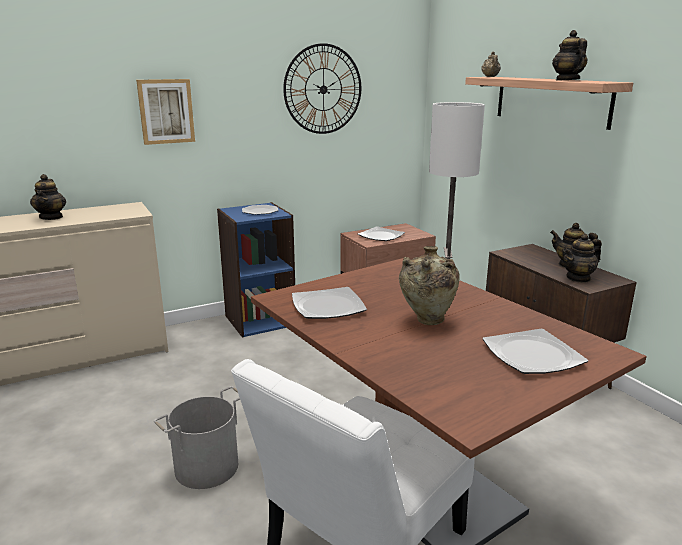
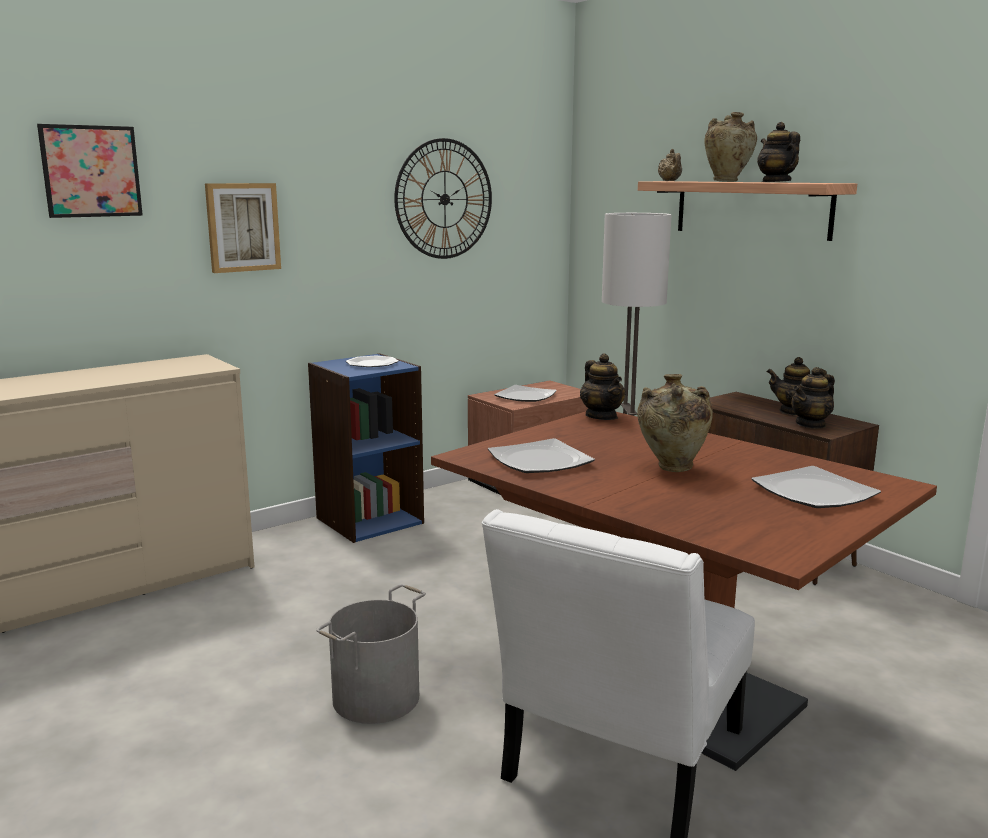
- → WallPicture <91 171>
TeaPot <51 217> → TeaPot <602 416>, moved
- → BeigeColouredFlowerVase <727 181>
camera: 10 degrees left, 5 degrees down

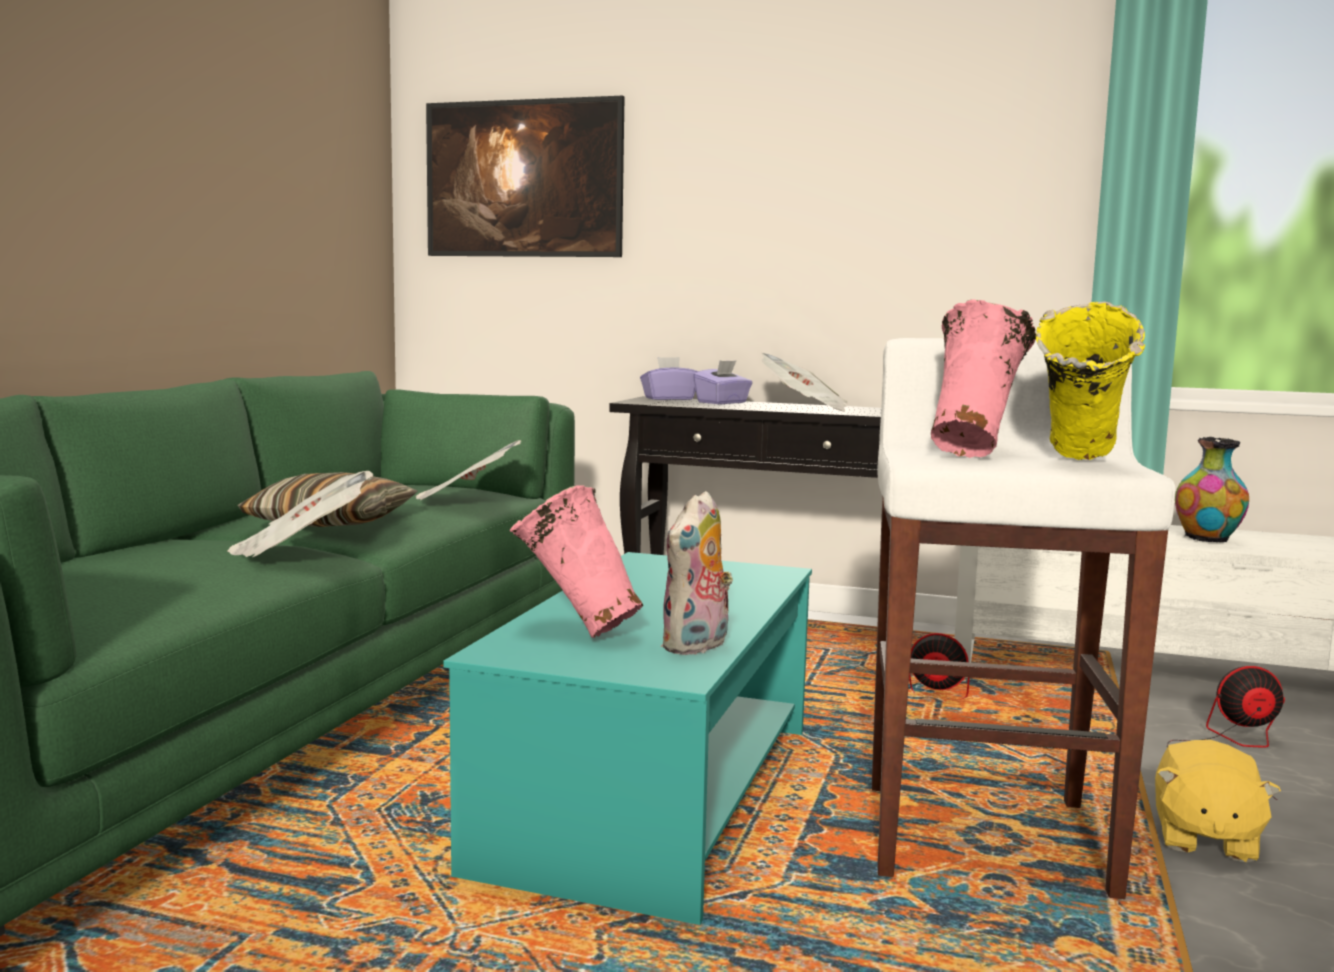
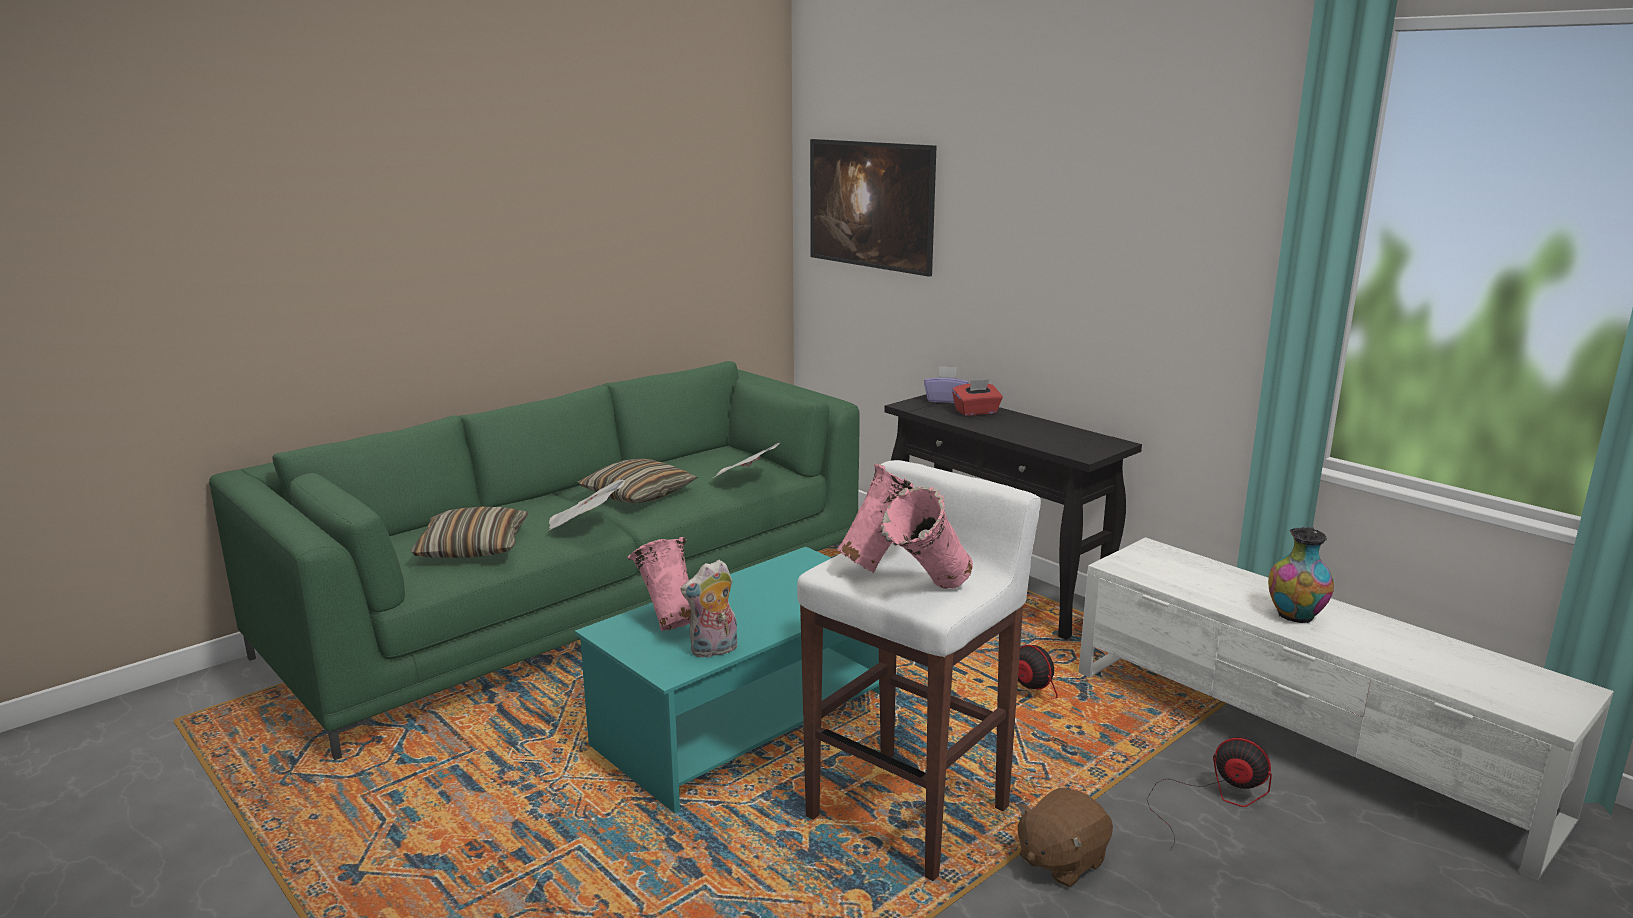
- → Pillow <473 547>
YellowFlowerVase <1080 463> → PinkFlowerVase <925 593>
PurpleBoxOfTissues <722 403> → RedColouredBoxOfTissues <976 412>
YellowSoftToy <1204 839> → BrownishSoftToy <1060 860>
DailyPaper <805 408> → -
camera: 30 degrees right, 10 degrees up

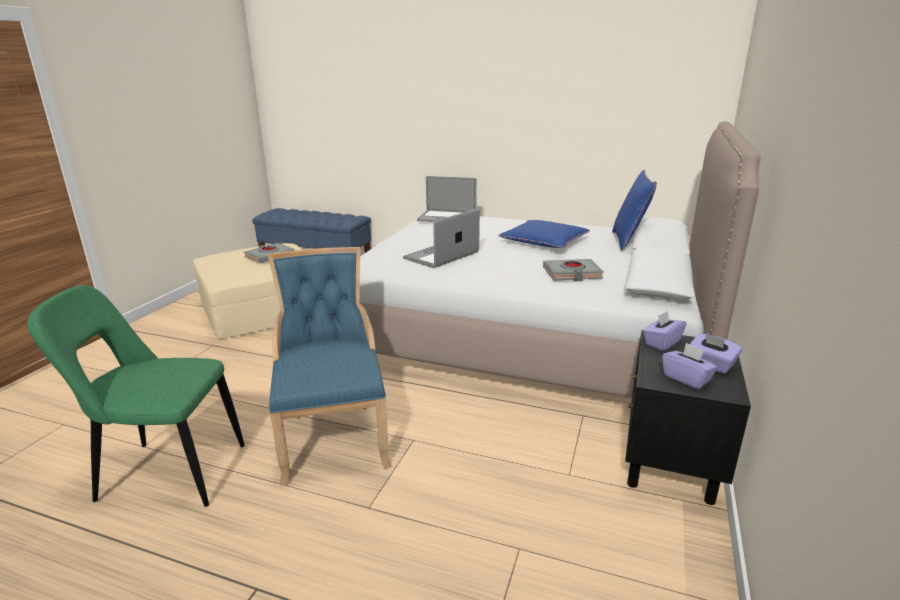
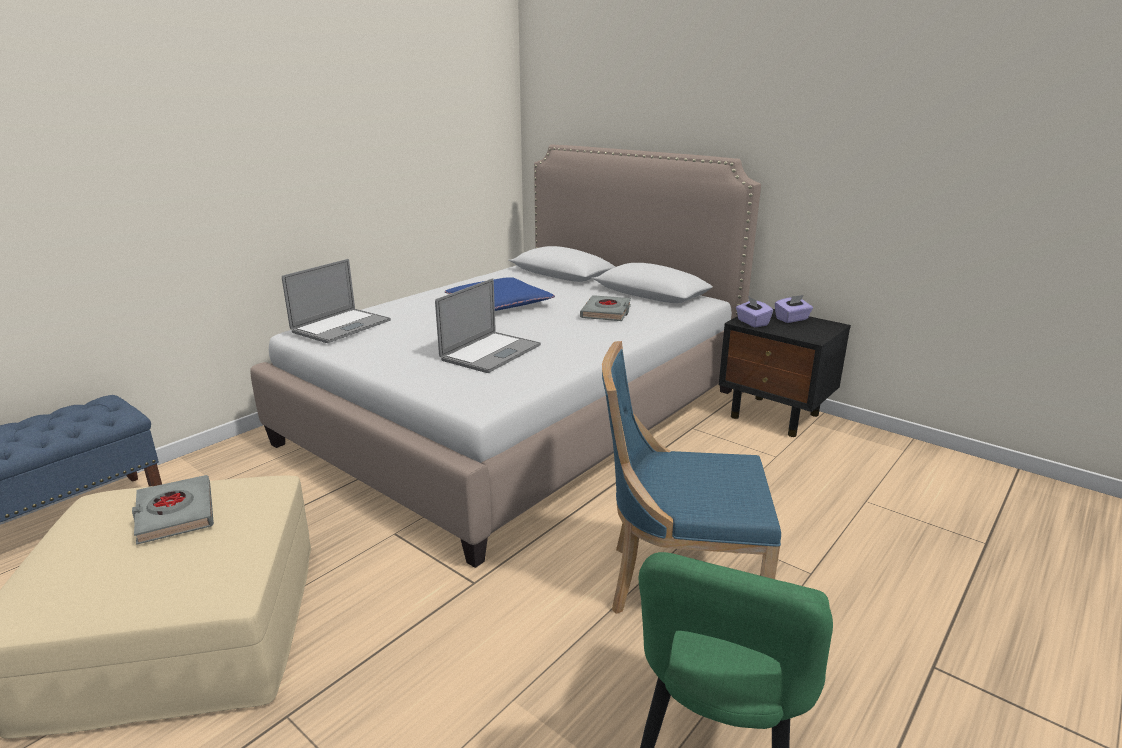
PortableComputer <441 255> → PortableComputer <491 352>, 120 degrees counterclockwise
BluishPillow <628 241> → -
PurpleBoxOfTissues <686 378> → -
camera: 70 degrees left, 0 degrees up

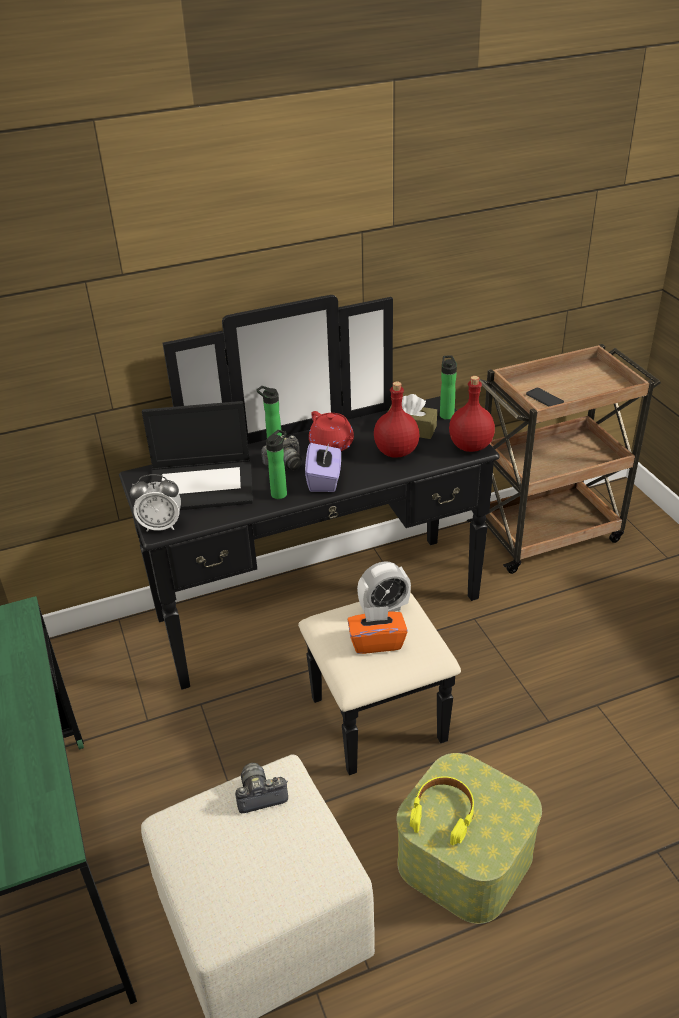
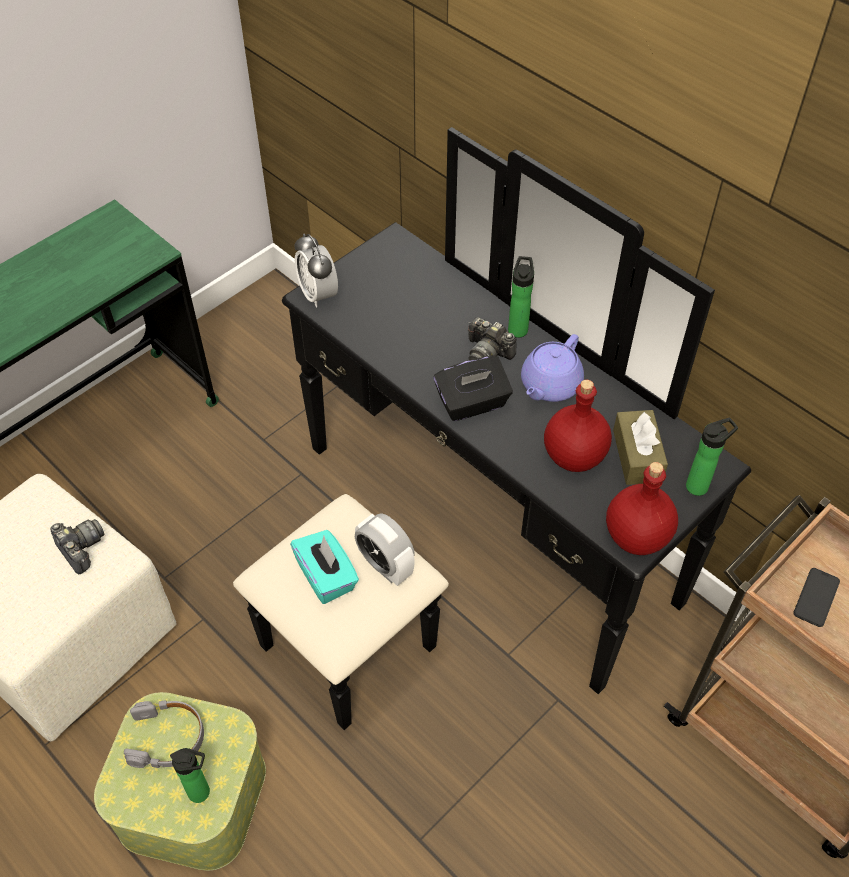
YellowPairOfHeadphones <443 813> → GrayPairOfHeadphones <167 738>
DrinkBottle <280 493> → DrinkBottle <202 793>, moved
OrangeBoxOfTissues <377 642> → BlueGreenBoxOfTissues <327 577>
PurpleBoxOfTissues <324 480> → BlackColouredBoxOfTissues <472 403>
RedColouredTeaPot <332 445> → PurpleTeaPot <549 385>
PortableComputer <202 485> → -
camera: 65 degrees right, 15 degrees up

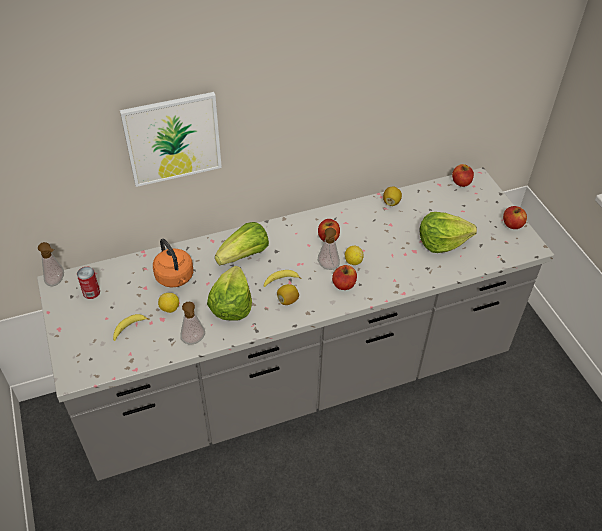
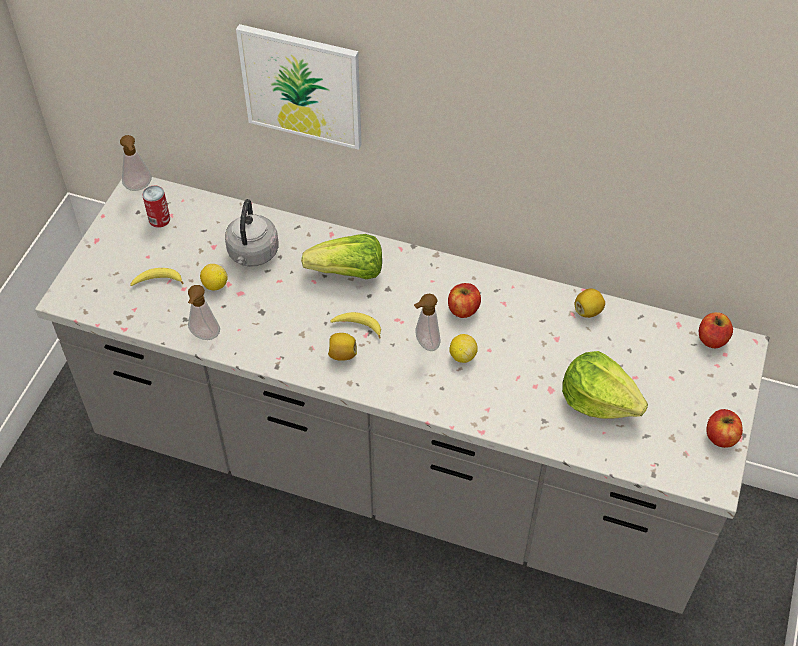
OrangeWaterKettle <175 278> → GrayWaterKettle <252 254>
Lettuce <231 305> → -
Apple <344 284> → -
camera: 40 degrees right, 5 degrees up

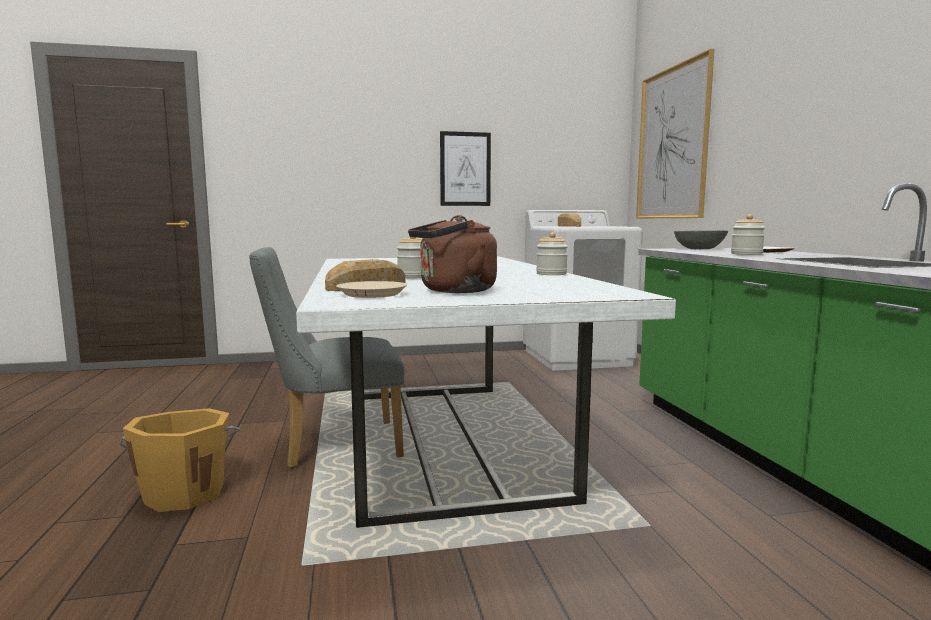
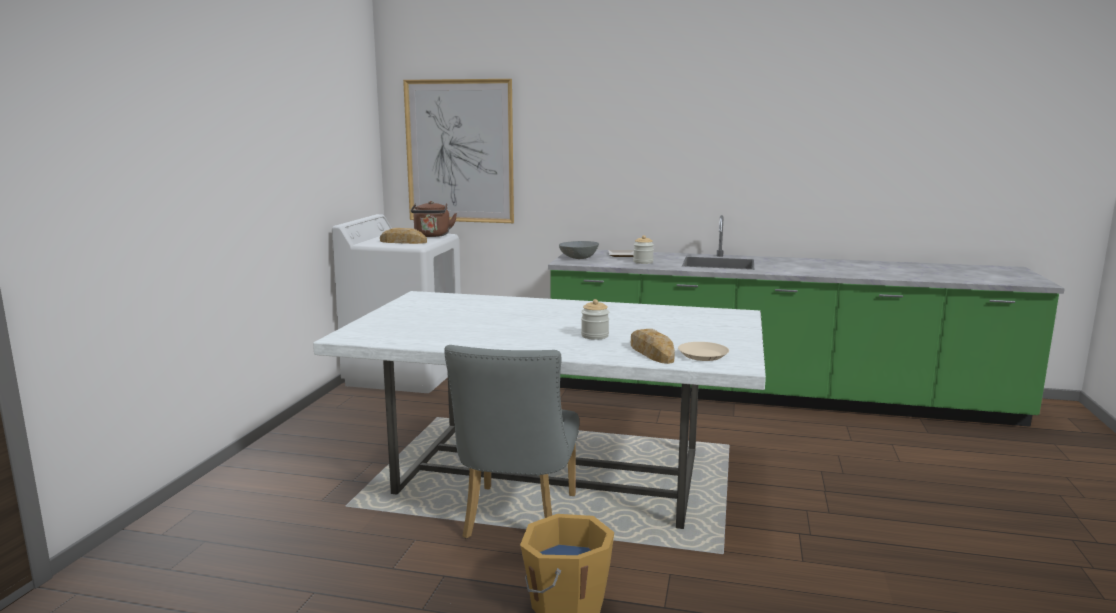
BrownishWaterKettle <453 291> → BrownishWaterKettle <432 236>, moved
WallPicture <465 169> → -
Jar <551 274> → -
camera: 65 degrees left, 5 degrees up

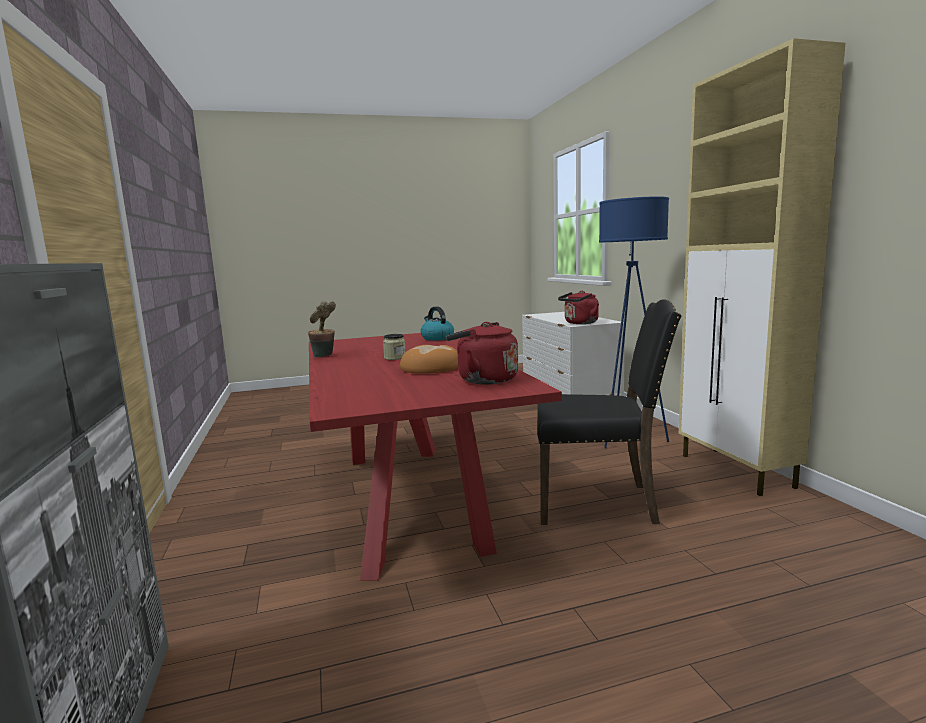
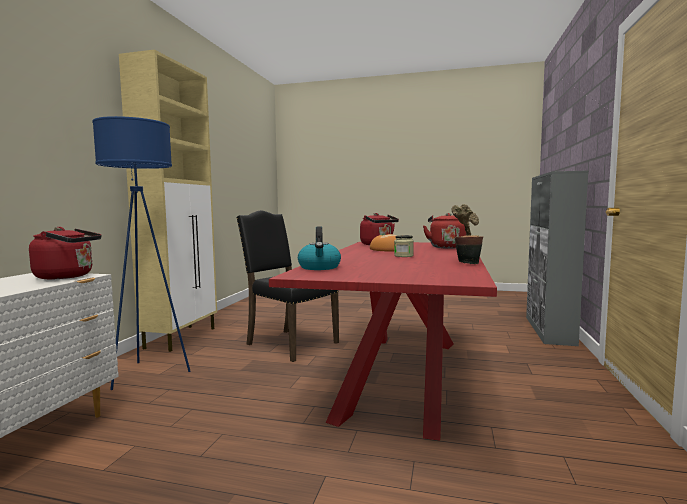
- → RedColouredWaterKettle <446 247>
camera: 150 degrees left, 5 degrees down

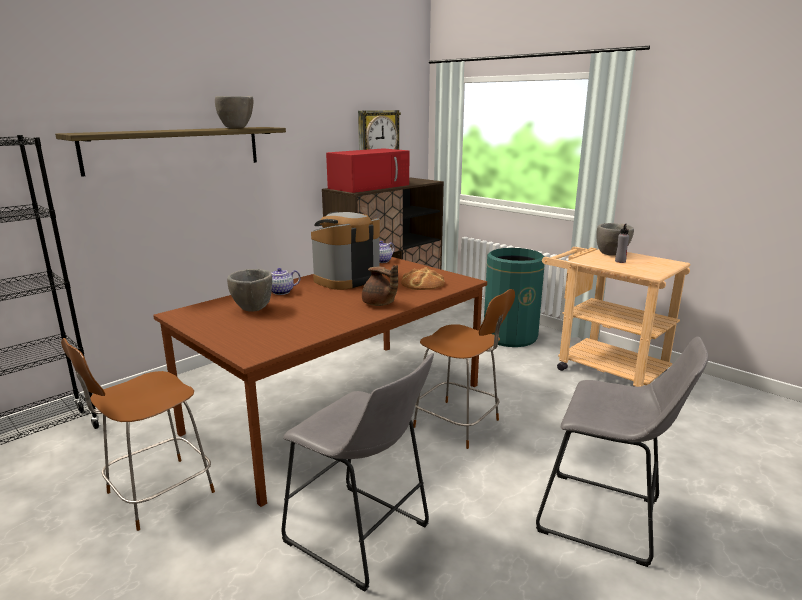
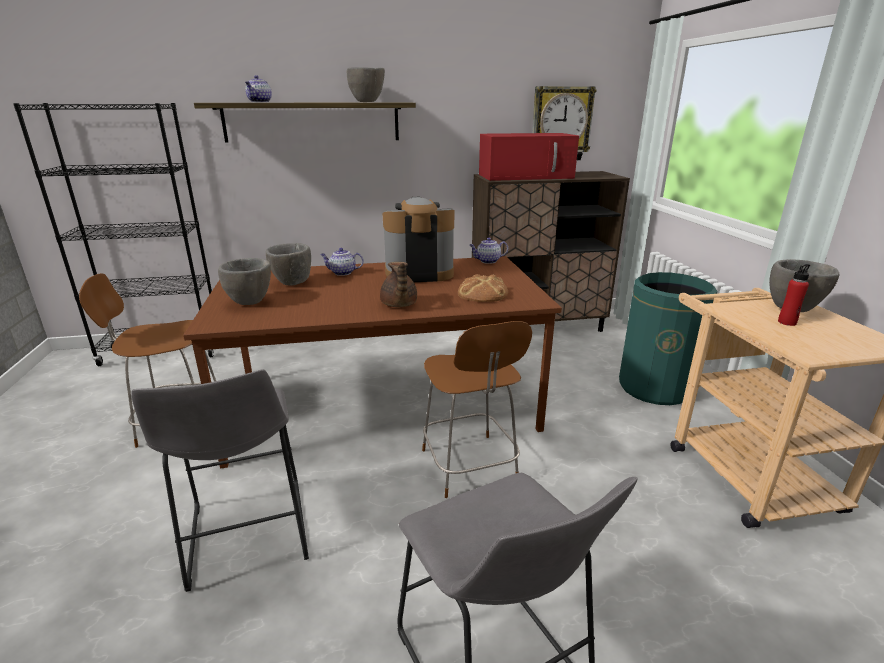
- → GrayBowl <250 302>
- → TeaPot <260 102>
GrayDrinkBottle <620 261> → RedColouredDrinkBottle <787 322>
camera: 35 degrees right, 5 degrees up

